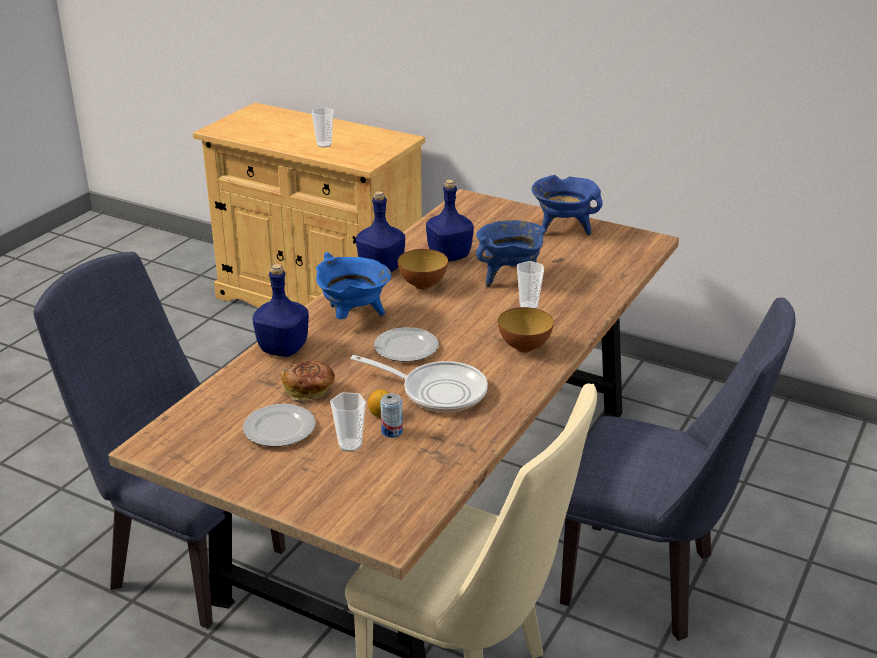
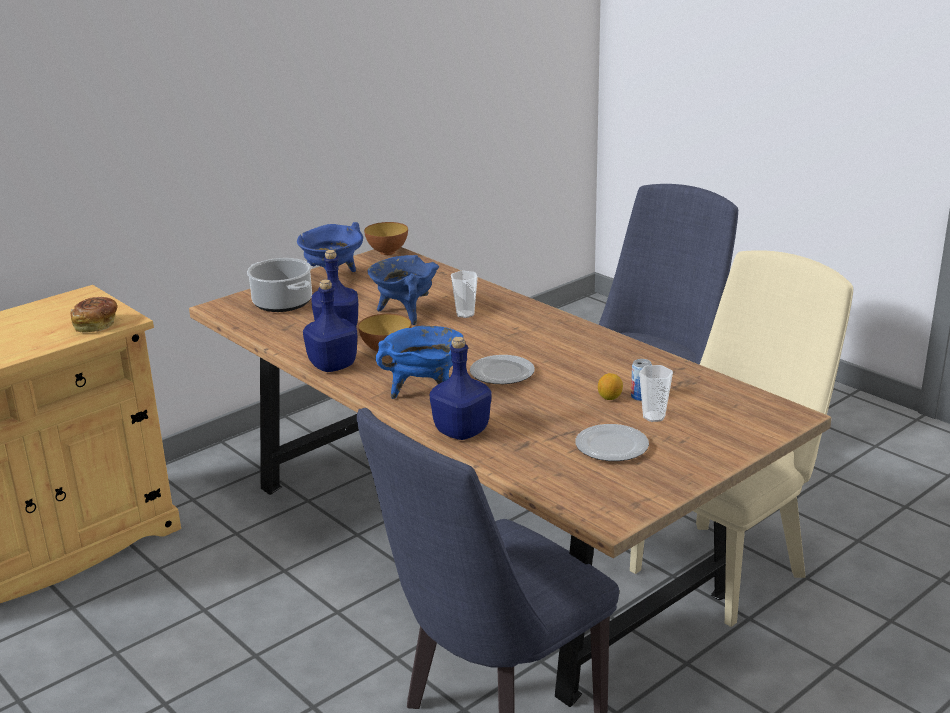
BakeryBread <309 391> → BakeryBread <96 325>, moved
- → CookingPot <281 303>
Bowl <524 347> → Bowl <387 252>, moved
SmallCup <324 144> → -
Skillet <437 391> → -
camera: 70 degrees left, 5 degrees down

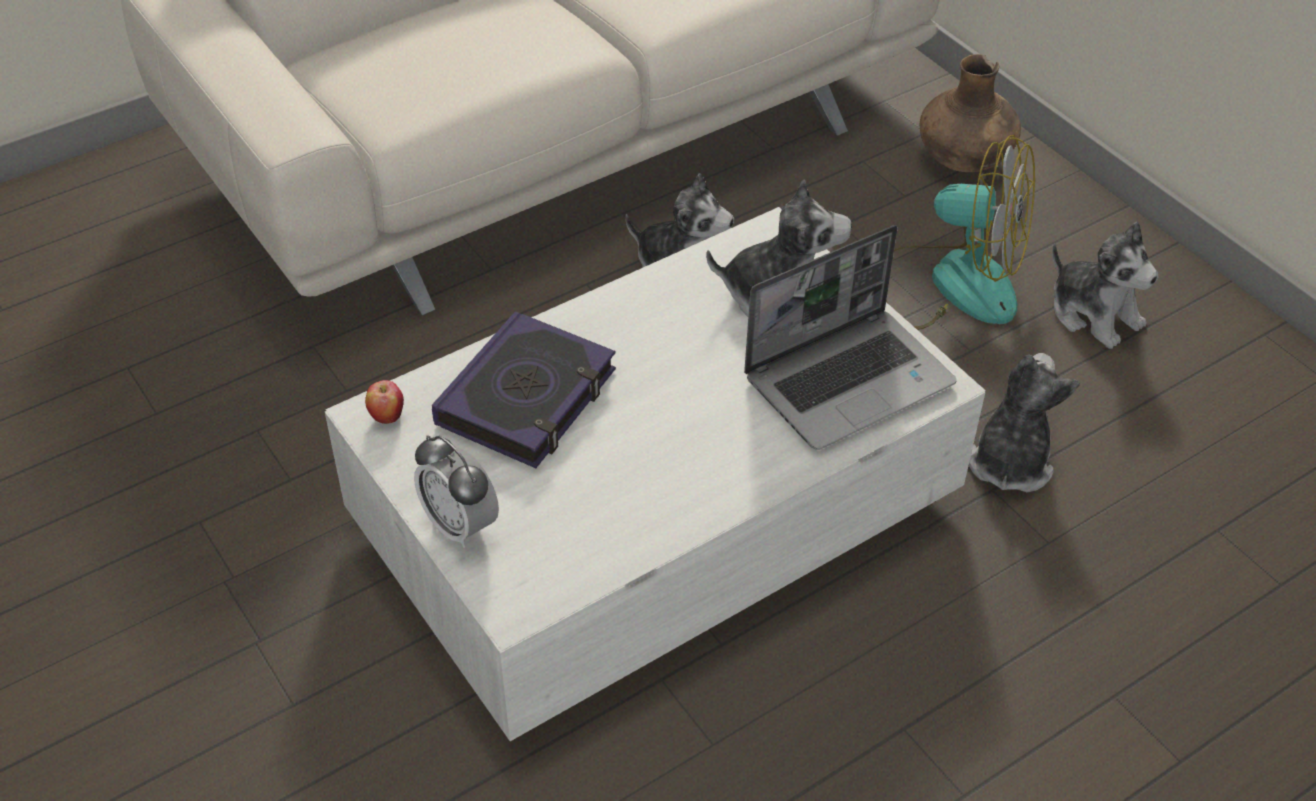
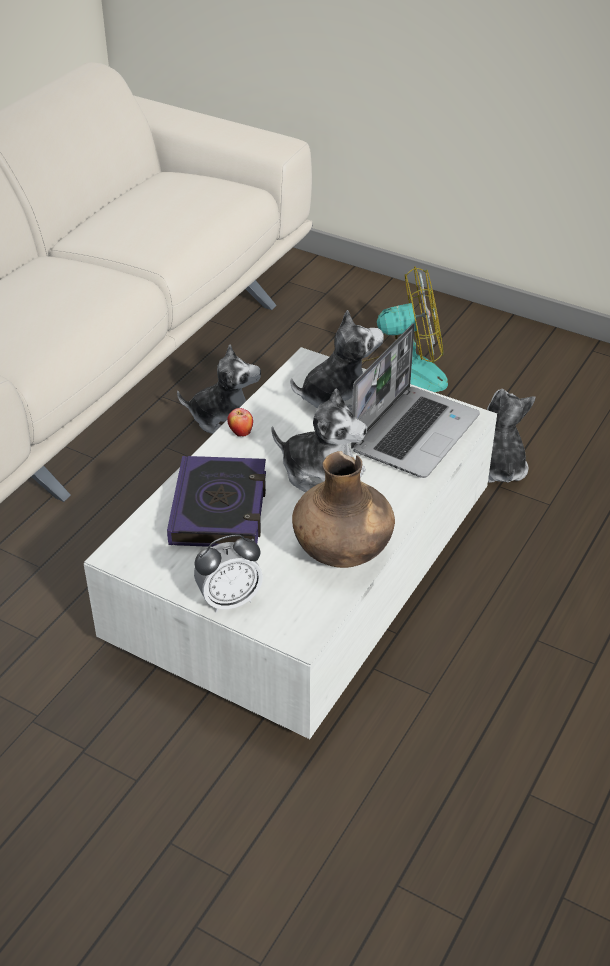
TableClock <460 525> → TableClock <229 600>, 45 degrees counterclockwise
Apple <386 416> → Apple <240 433>, moved
SoftToy <1094 314> → SoftToy <322 474>, moved
BrownishFlowerVase <964 161> → BrownishFlowerVase <343 552>, moved
camera: 25 degrees left, 5 degrees down

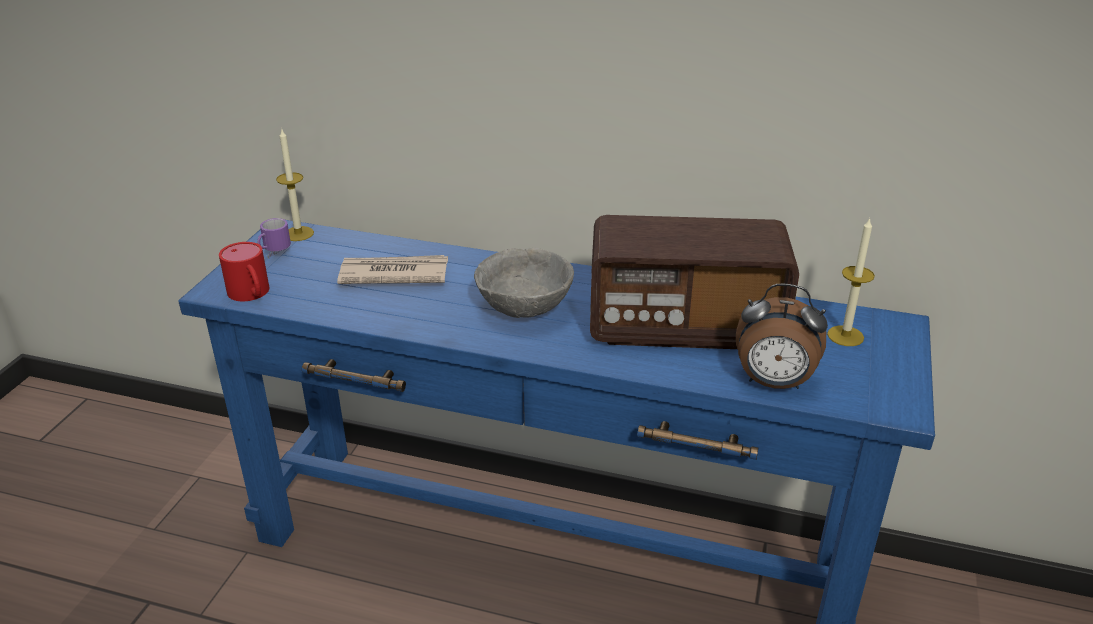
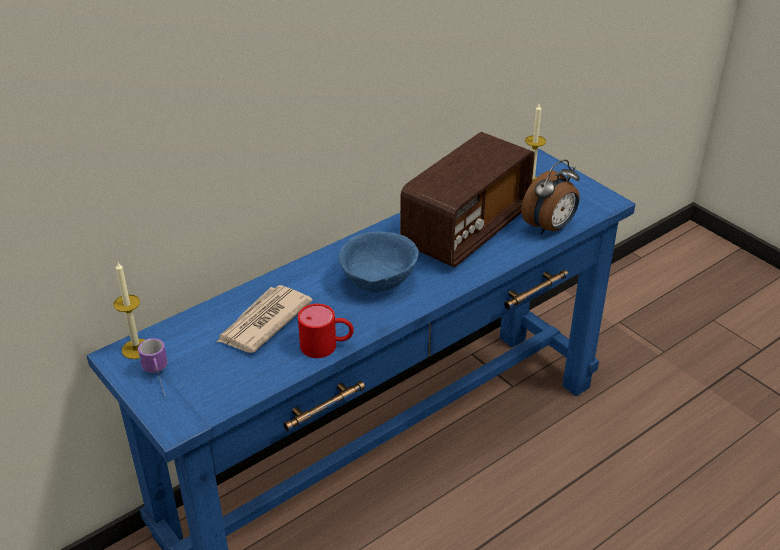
RedColouredCoffeeMug <251 294> → RedColouredCoffeeMug <327 345>, moved
GrayBowl <526 309> → BluishBowl <379 281>
camera: 55 degrees left, 5 degrees up

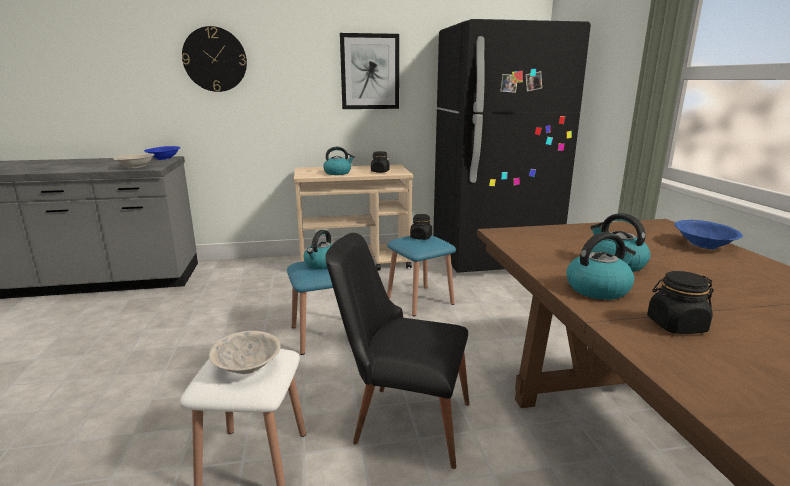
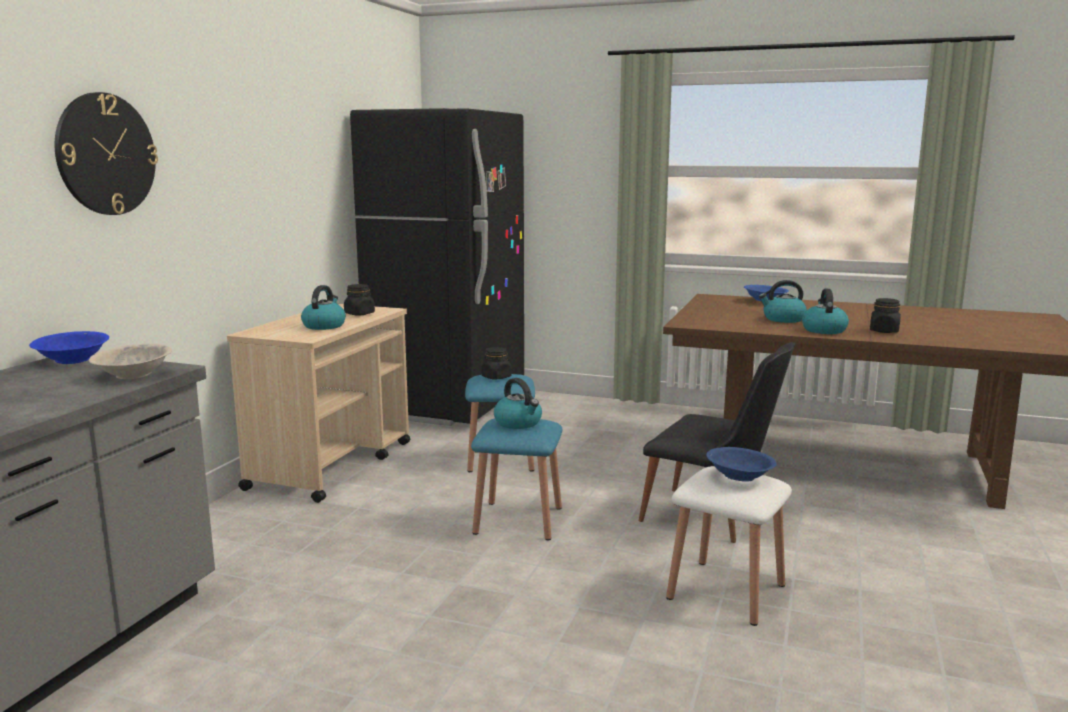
BlackColouredPlainChair <401 419> → BlackColouredPlainChair <713 518>, 105 degrees counterclockwise
BeigeColouredBowl <247 366> → BluishBowl <739 477>
WallPicture <370 72> → -
camera: 60 degrees left, 5 degrees down

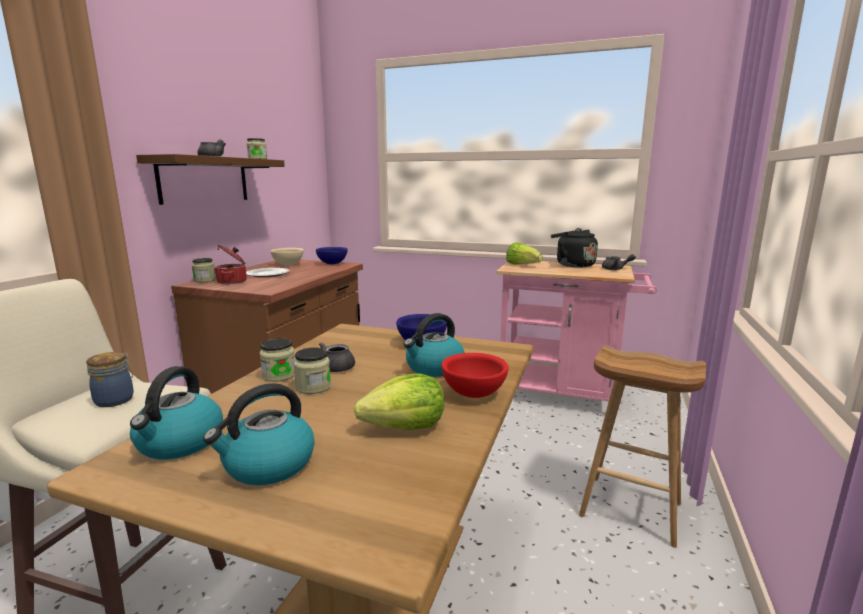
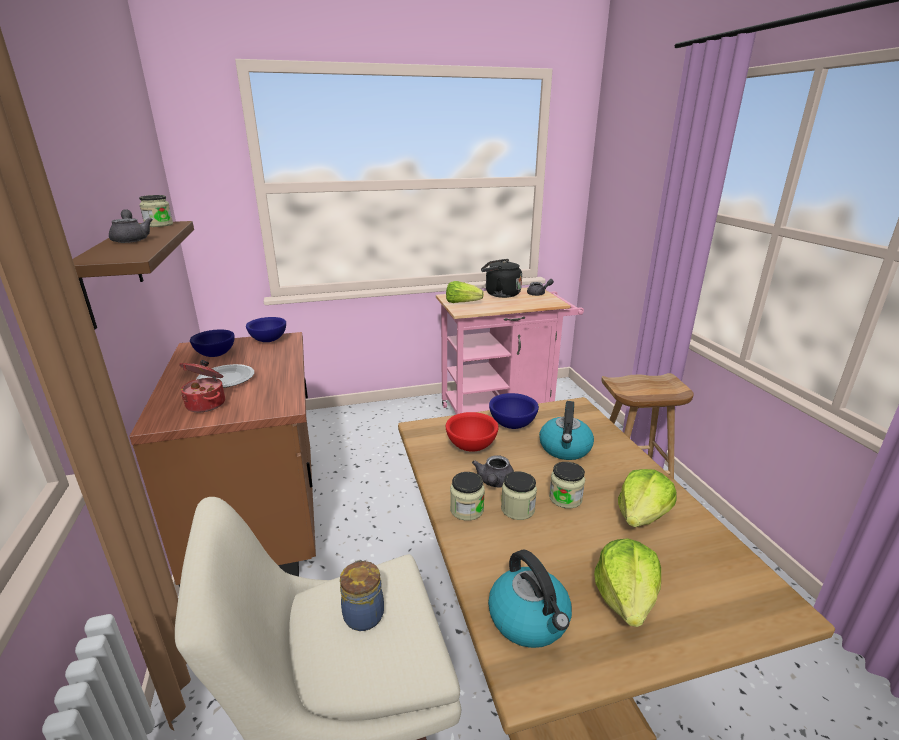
BeigeColouredBowl <288 265> → BluishBowl <216 354>
RedColouredBowl <473 393> → RedColouredBowl <470 446>, moved
Jar <205 280> → Jar <565 498>, moved
WaterKettle <268 465> → Lettuce <626 598>
camera: 35 degrees left, 10 degrees up

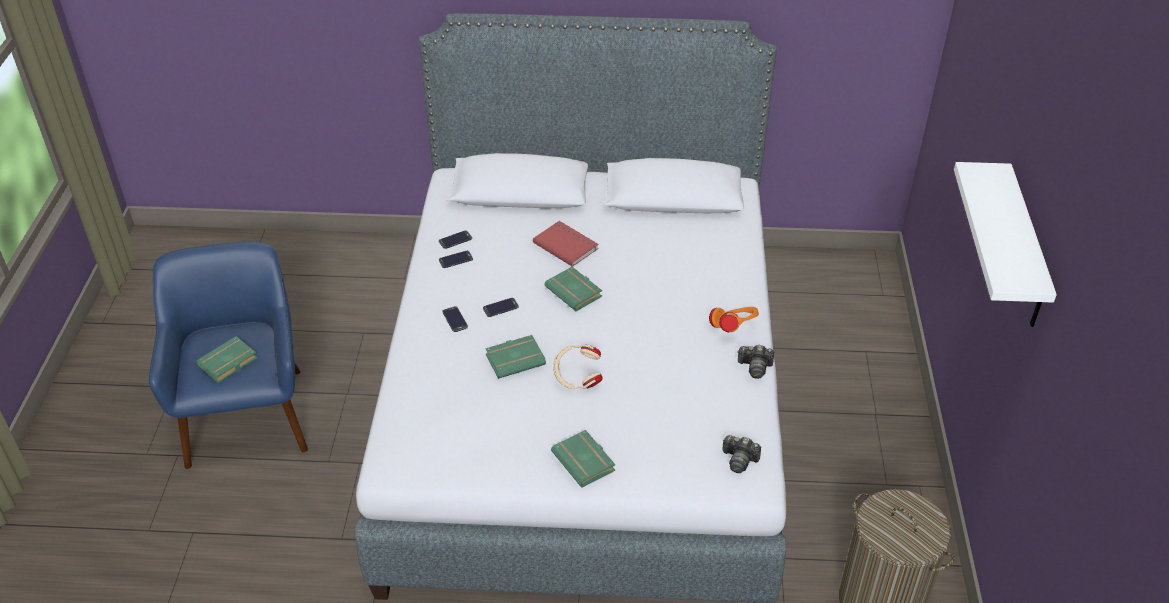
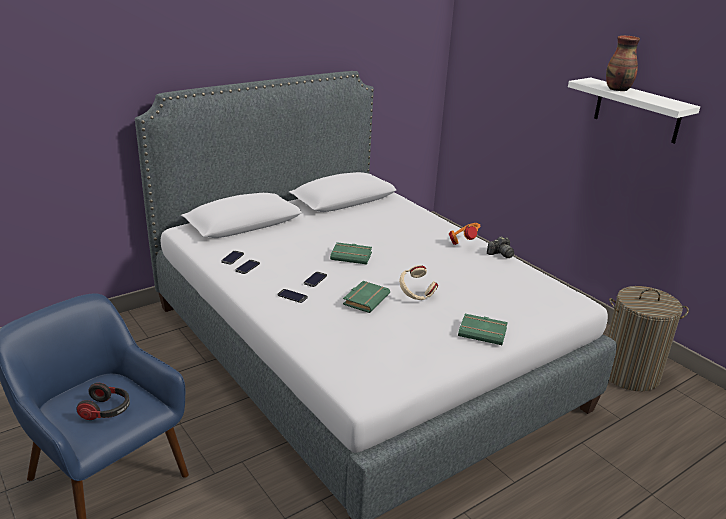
GreenishBook <228 364> → PairOfHeadphones <107 411>
- → FlowerVase <618 89>
RedColouredBook <566 244> → -
PhotoCamera <739 460> → -
camera: 40 degrees left, 15 degrees down

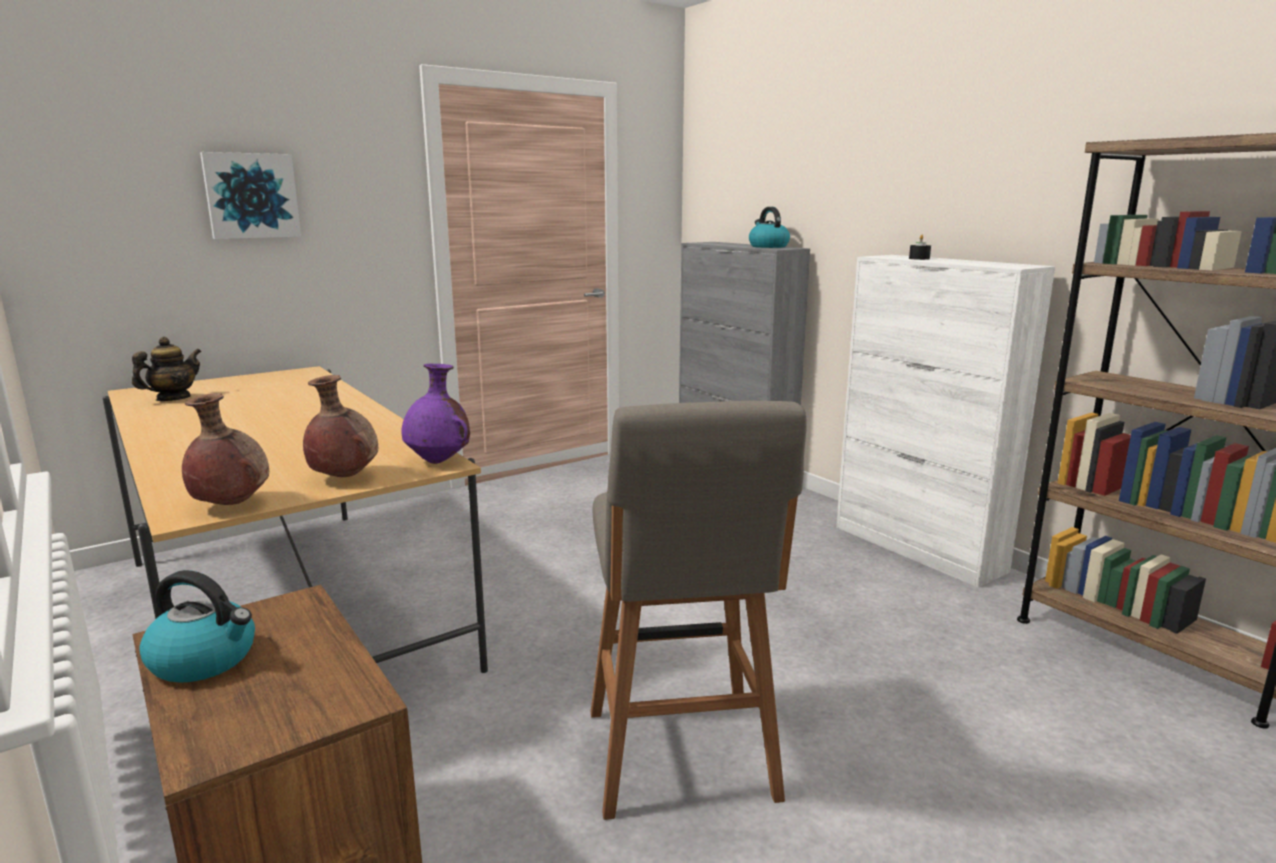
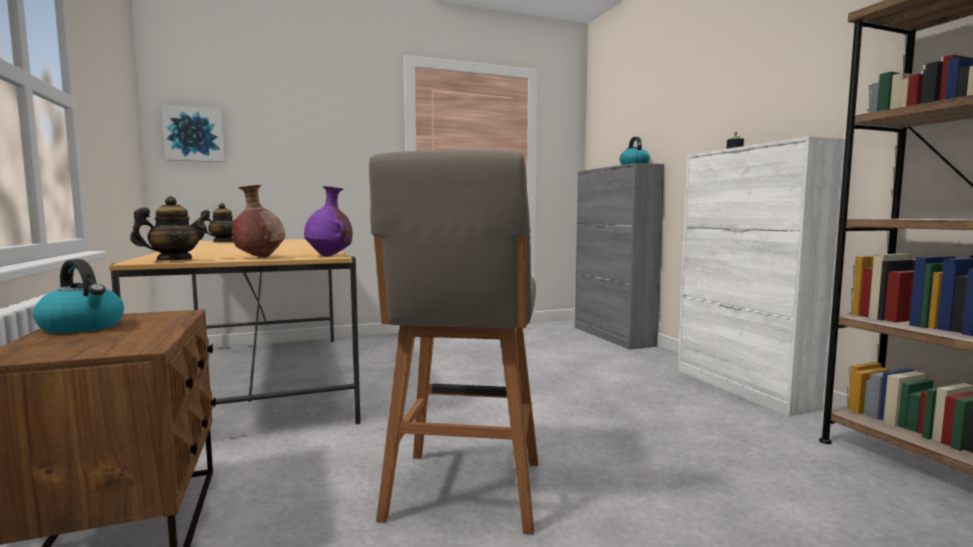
BrownishFlowerVase <230 505> → TeaPot <174 260>
WallPicture <251 196> → WallPicture <194 134>, moved
camera: 15 degrees right, 10 degrees down

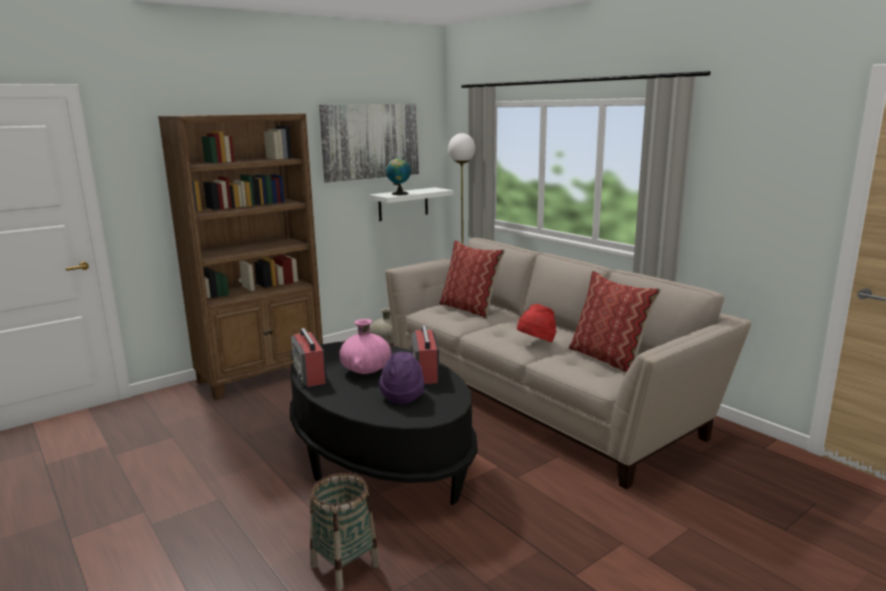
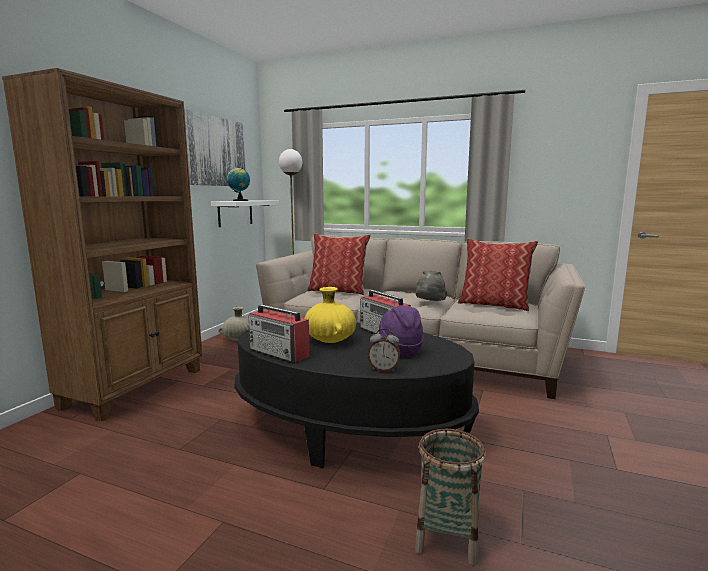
PinkFlowerVase <366 370> → YellowFlowerVase <330 340>
- → TableClock <383 369>
RedColouredHat <536 343> → GrayHat <430 303>
camera: 30 degrees left, 5 degrees down

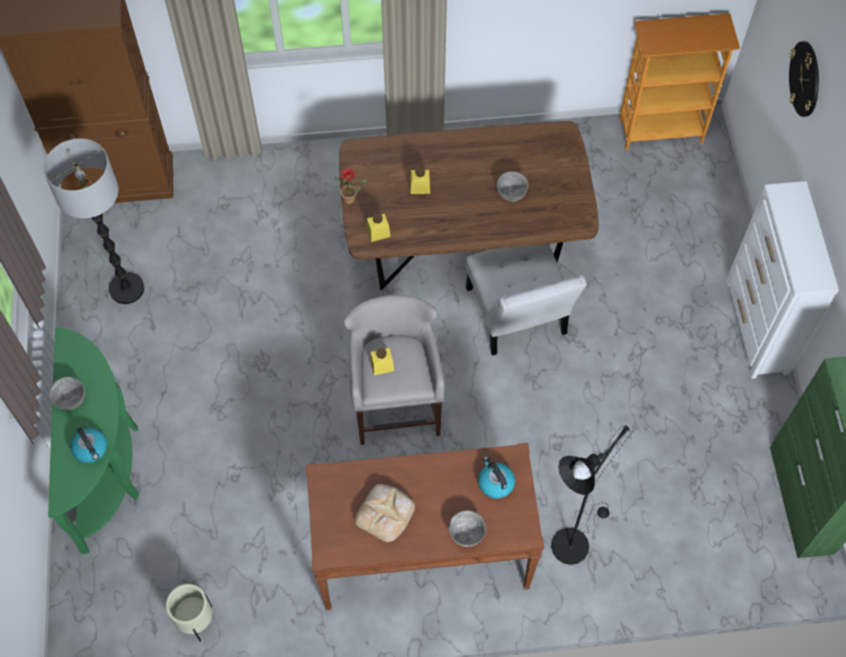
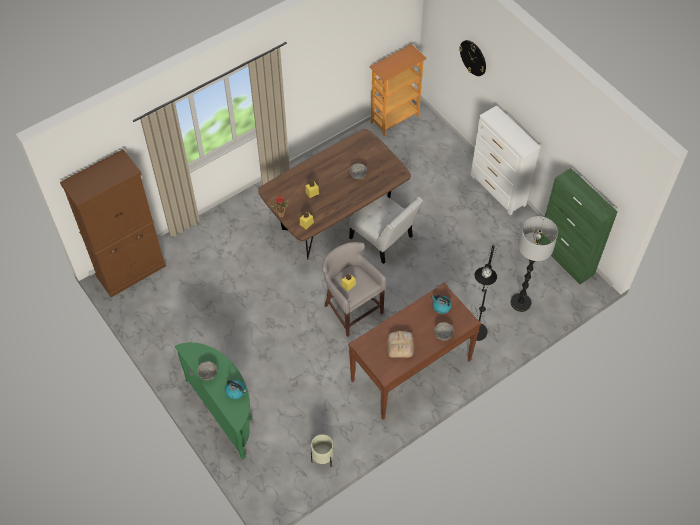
FloorLamp <127 288> → FloorLamp <520 302>, moved
camera: 30 degrees left, 5 degrees down

